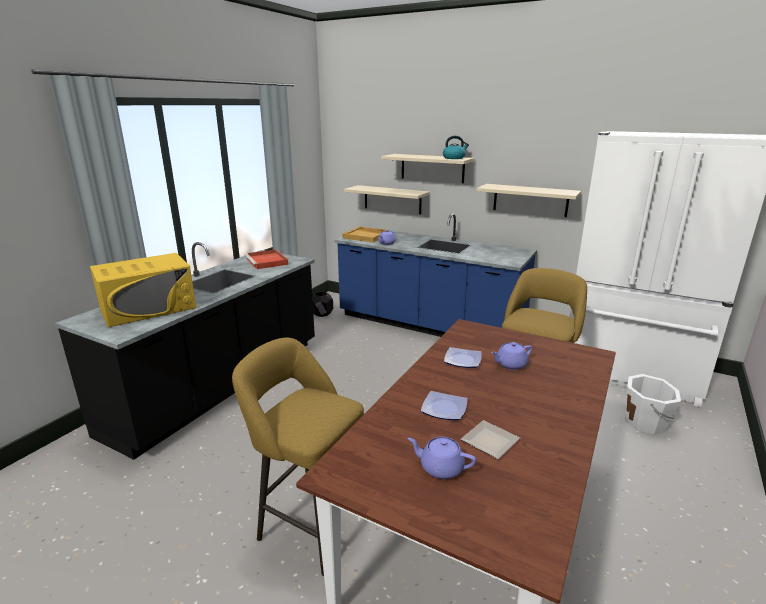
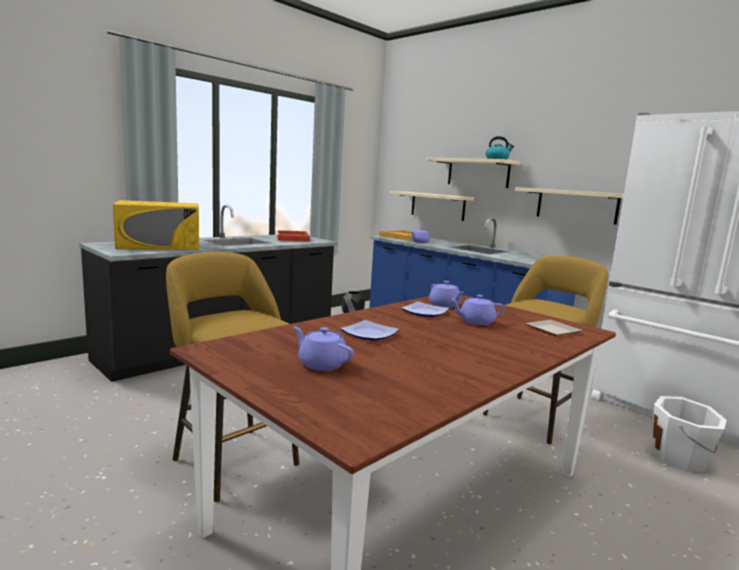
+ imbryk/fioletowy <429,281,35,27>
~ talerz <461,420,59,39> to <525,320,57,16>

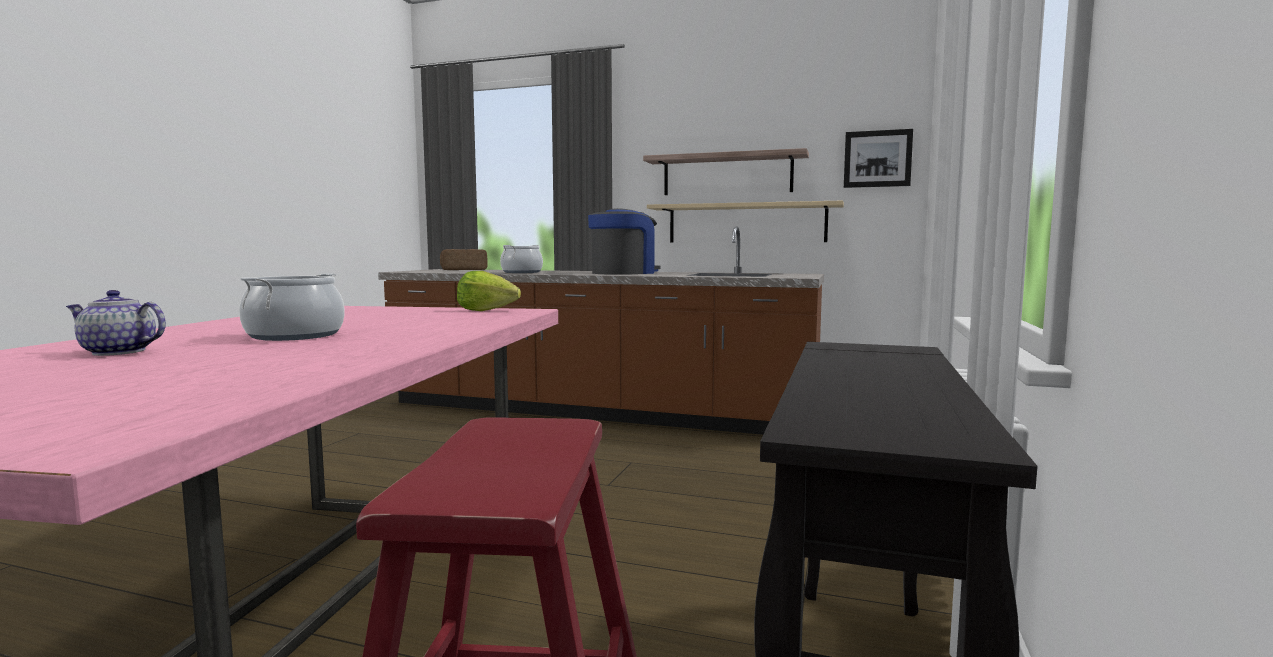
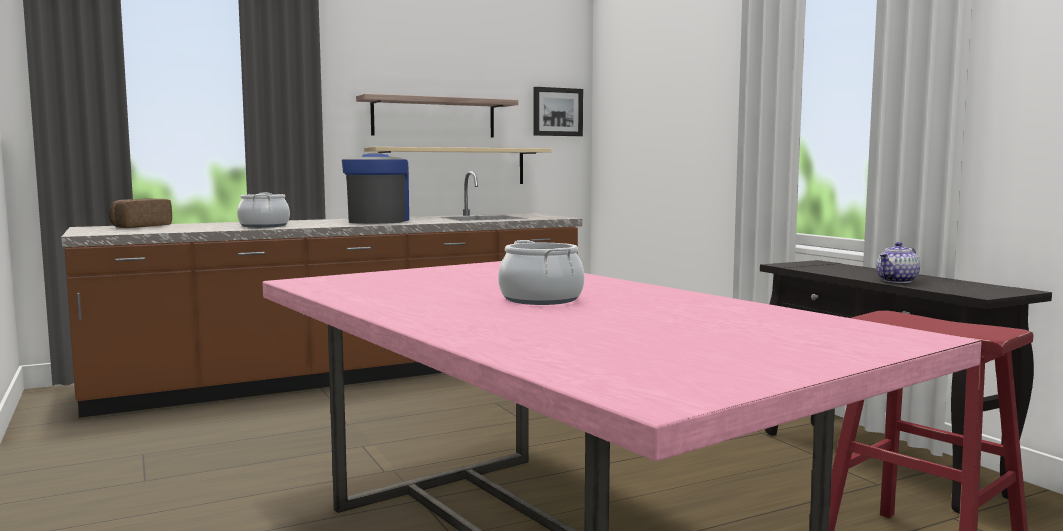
~ imbryk <66,290,100,66> to <876,242,44,41>
- sałata <457,271,64,40>

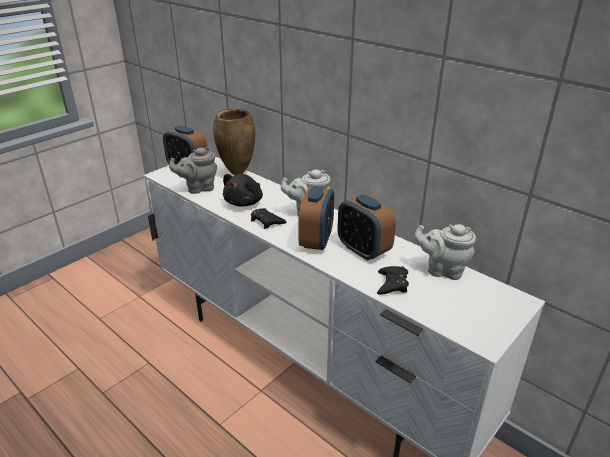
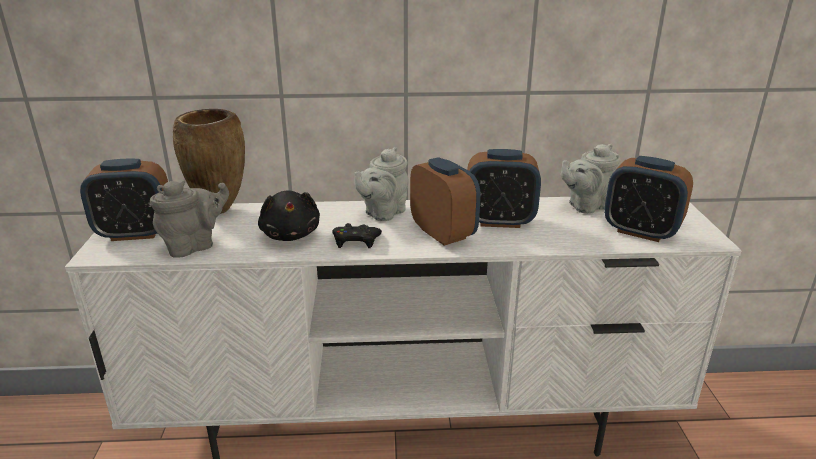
~ imbryk/szary <169,147,48,47> = <150,180,79,78> 150 degrees counterclockwise
+ budzik <604,156,89,86>
- pad do gier/czarny <377,266,32,29>

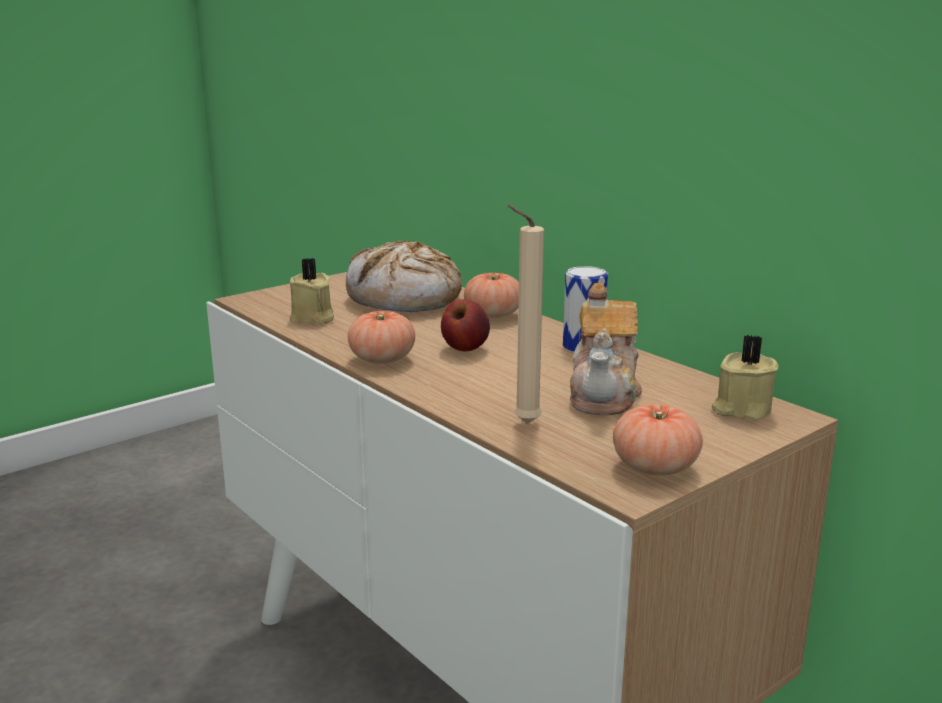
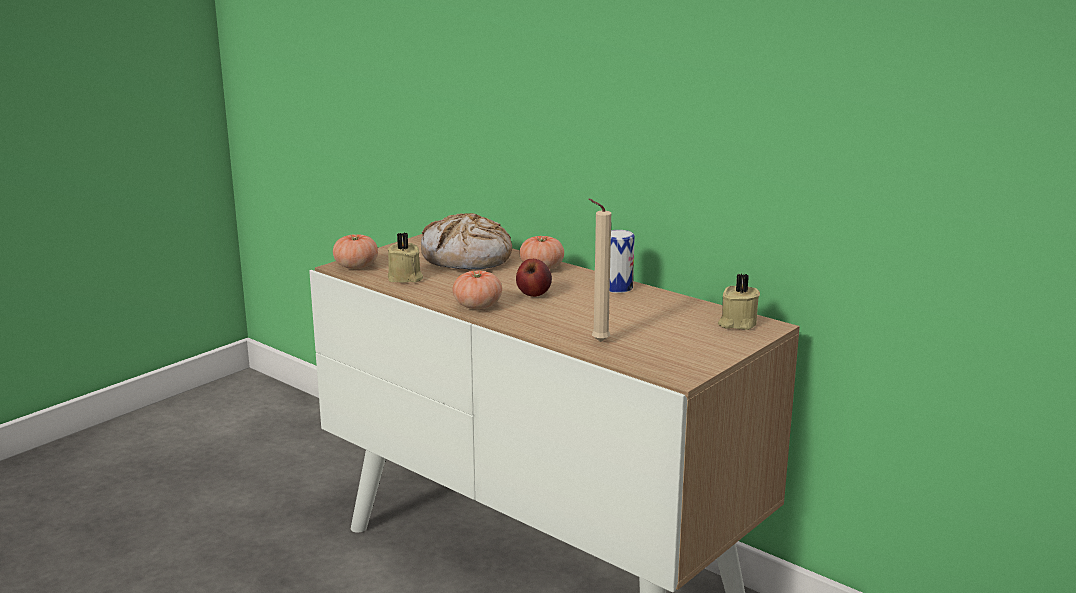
~ pomidor <613,404,90,72> to <333,234,45,35>
- imbryk <570,283,72,132>

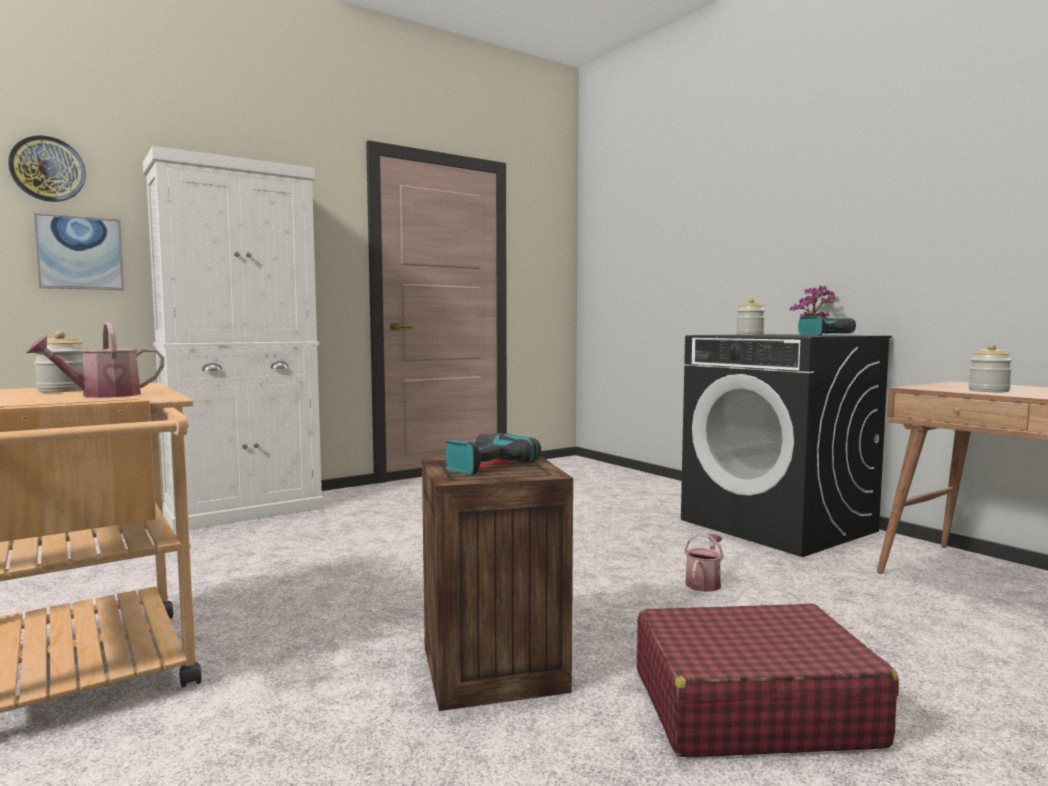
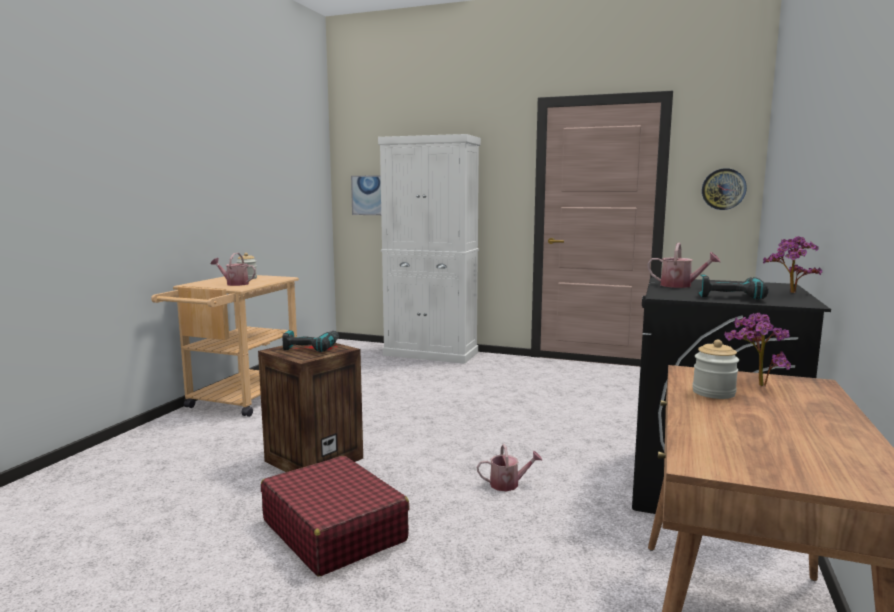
~ słoik <736,298,29,37> to konewka <648,243,72,45>
~ zegar ścienny <8,135,78,67> to <702,168,45,42>
+ roślina doniczkowa <724,313,67,74>

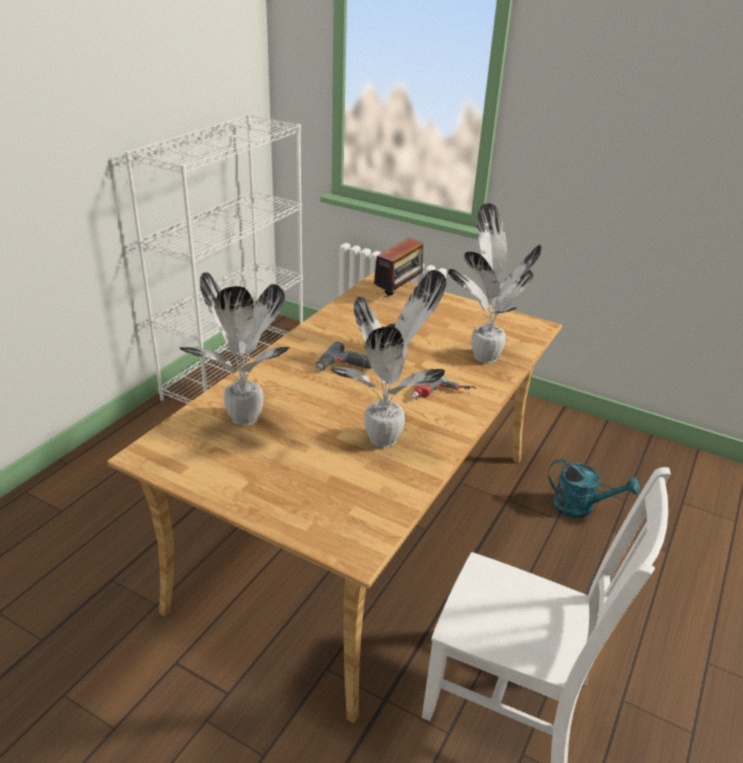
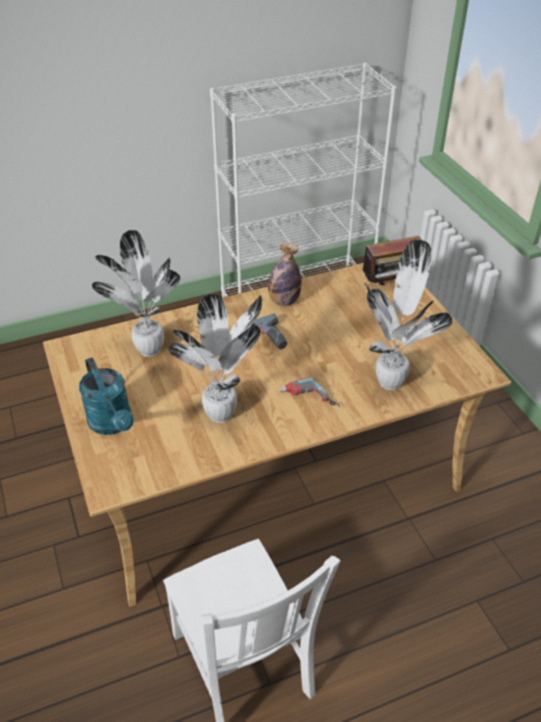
~ konewka/turkusowy <548,459,92,59> to <79,357,55,78>
+ butelka <268,243,33,63>

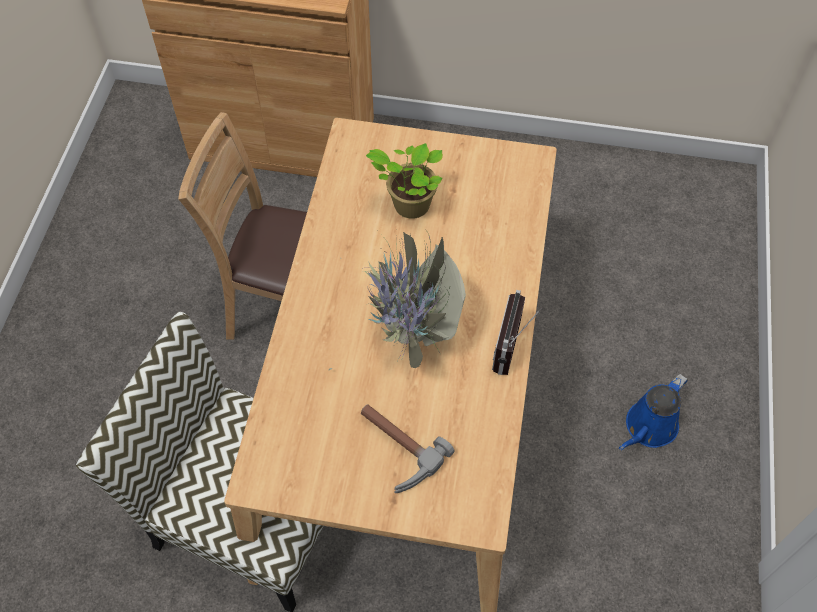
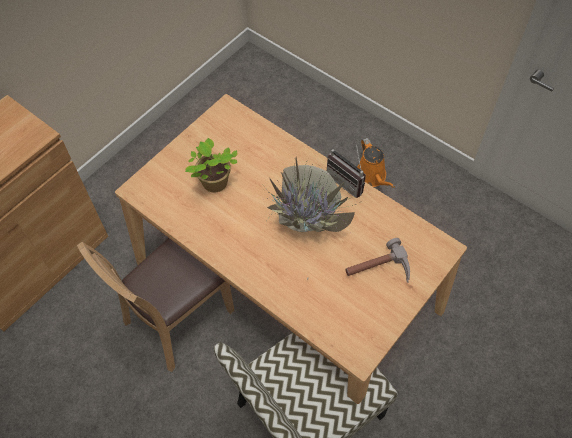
~ konewka/niebieski <619,374,69,76> to konewka/pomarańczowy <357,138,38,50>

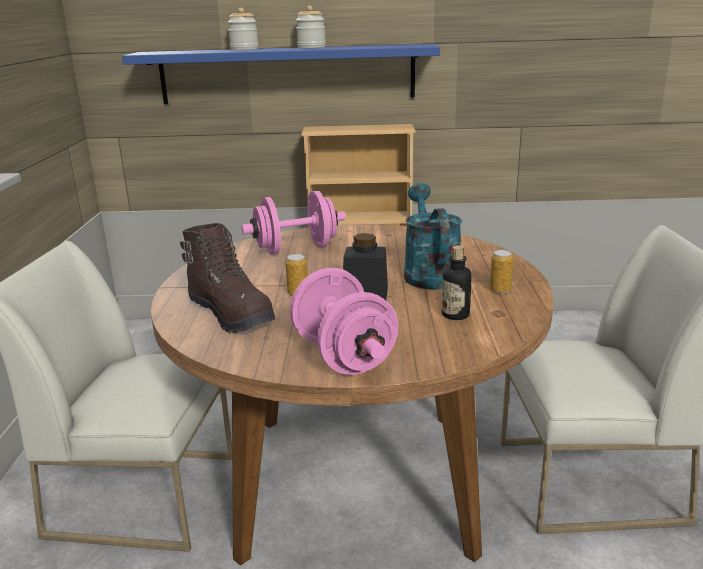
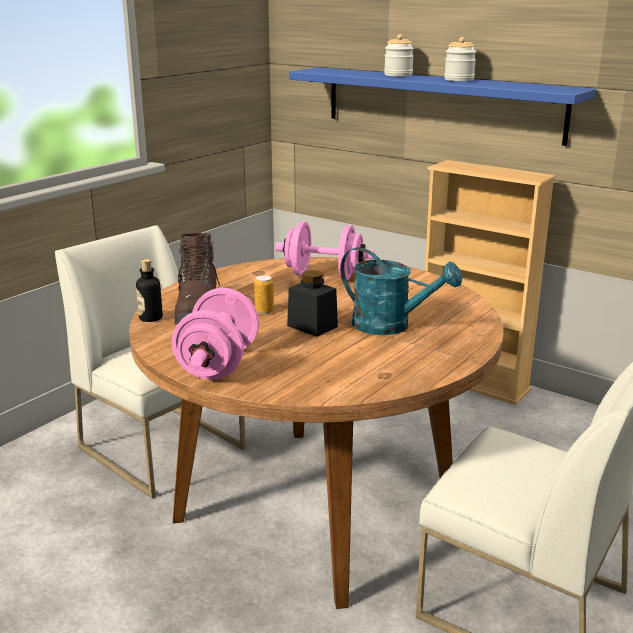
~ butelka <442,246,30,74> to <136,259,27,63>
~ konewka/turkusowy <404,183,58,107> = <340,247,122,88> 90 degrees clockwise
- puszka <490,250,24,44>

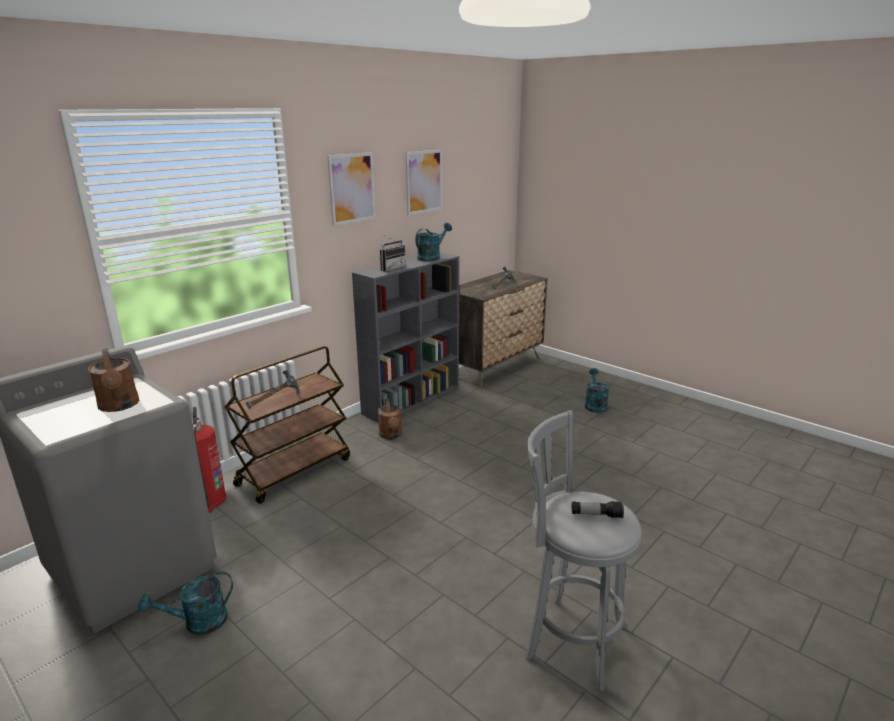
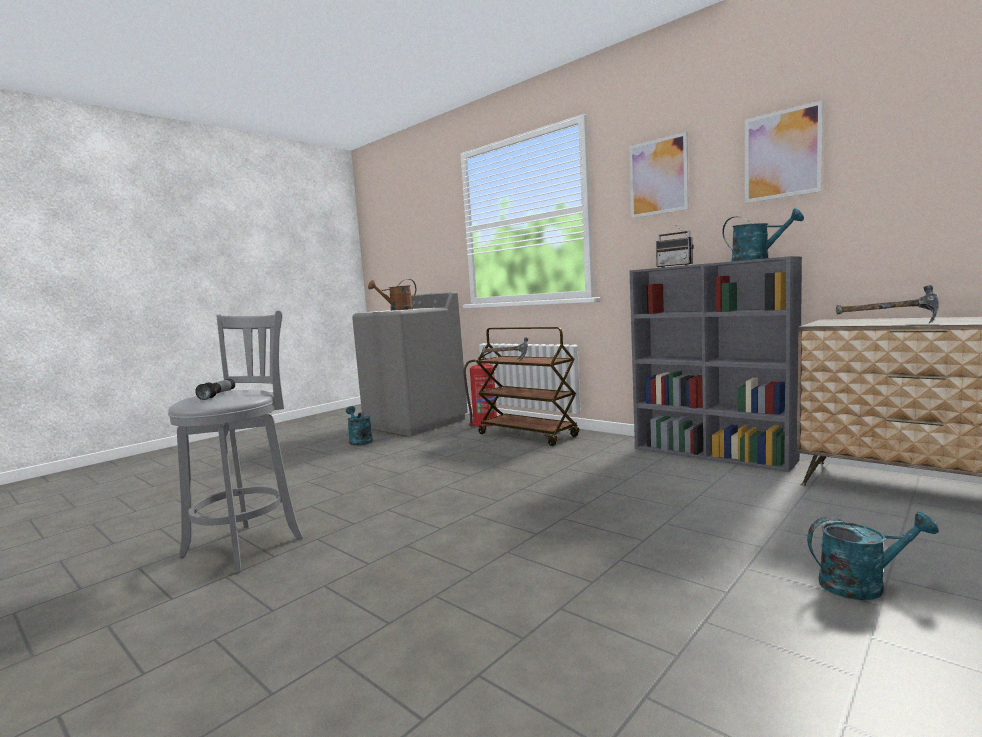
- konewka/brązowy <378,398,24,41>

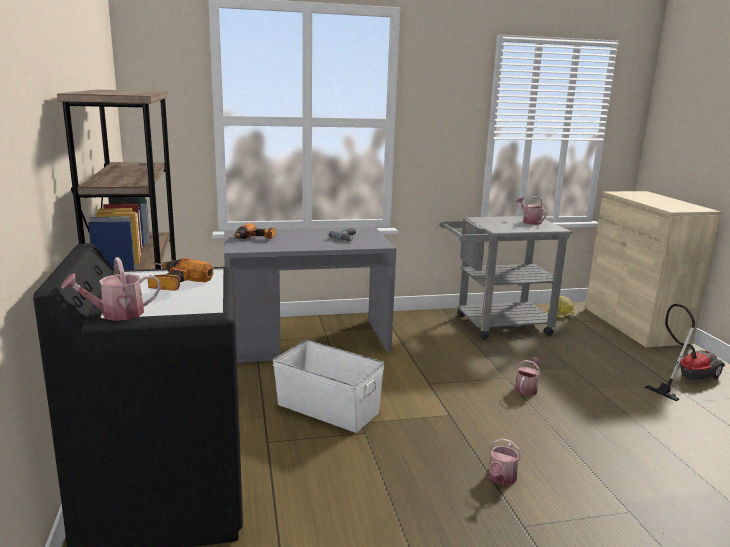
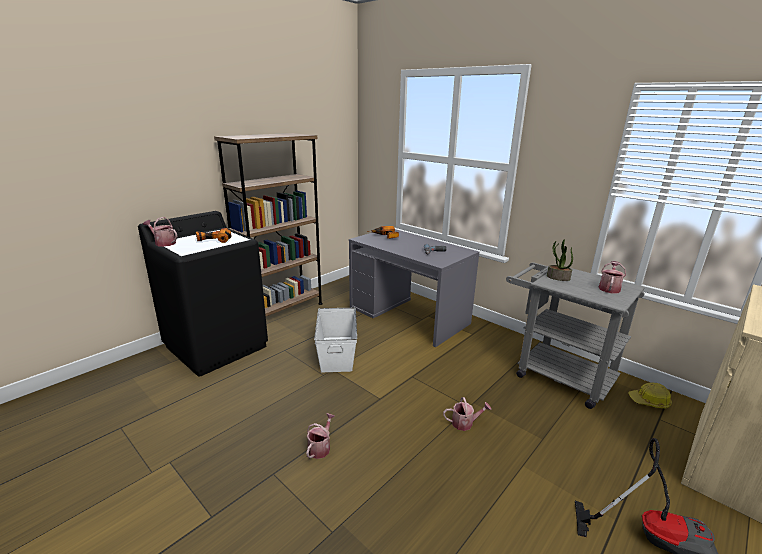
~ konewka <488,438,33,47> = <306,413,29,46> 120 degrees clockwise
+ roślina doniczkowa <547,239,26,42>

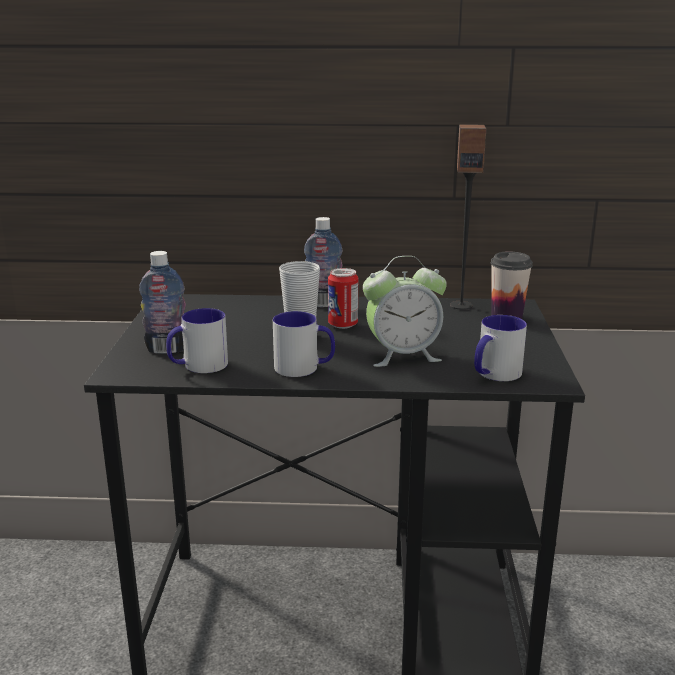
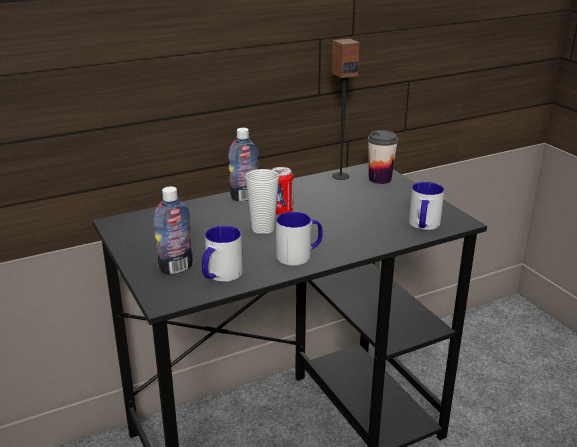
- budzik <363,256,84,111>

